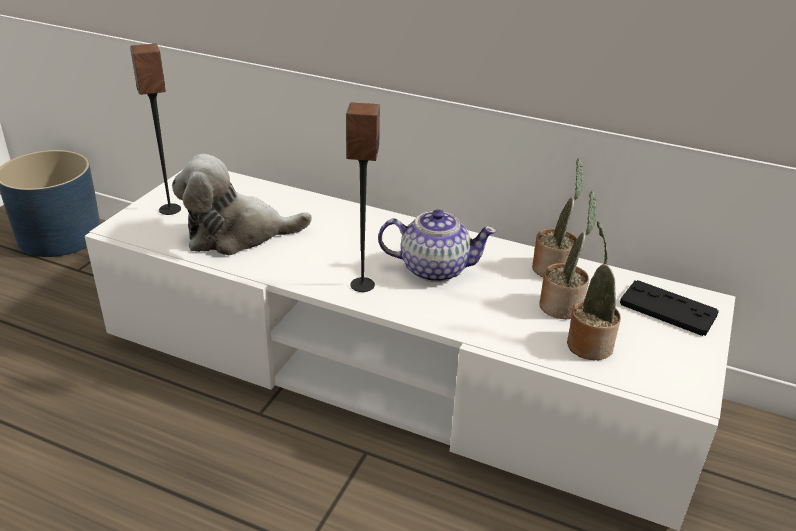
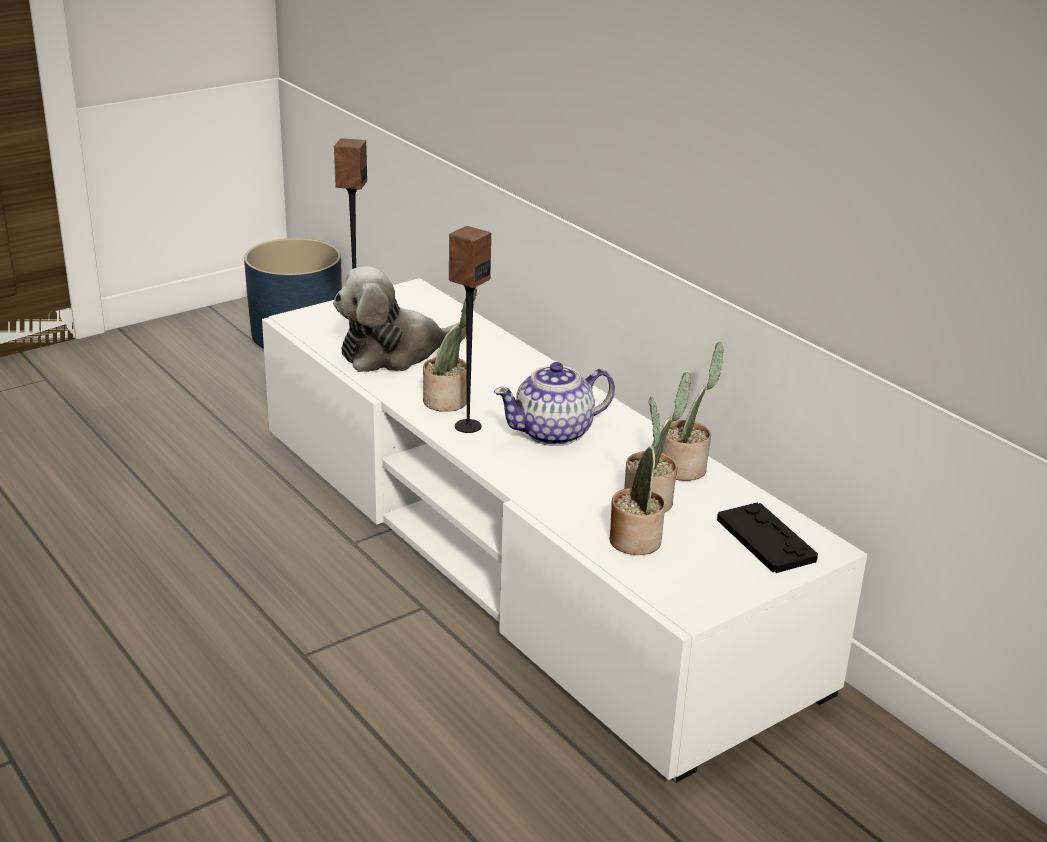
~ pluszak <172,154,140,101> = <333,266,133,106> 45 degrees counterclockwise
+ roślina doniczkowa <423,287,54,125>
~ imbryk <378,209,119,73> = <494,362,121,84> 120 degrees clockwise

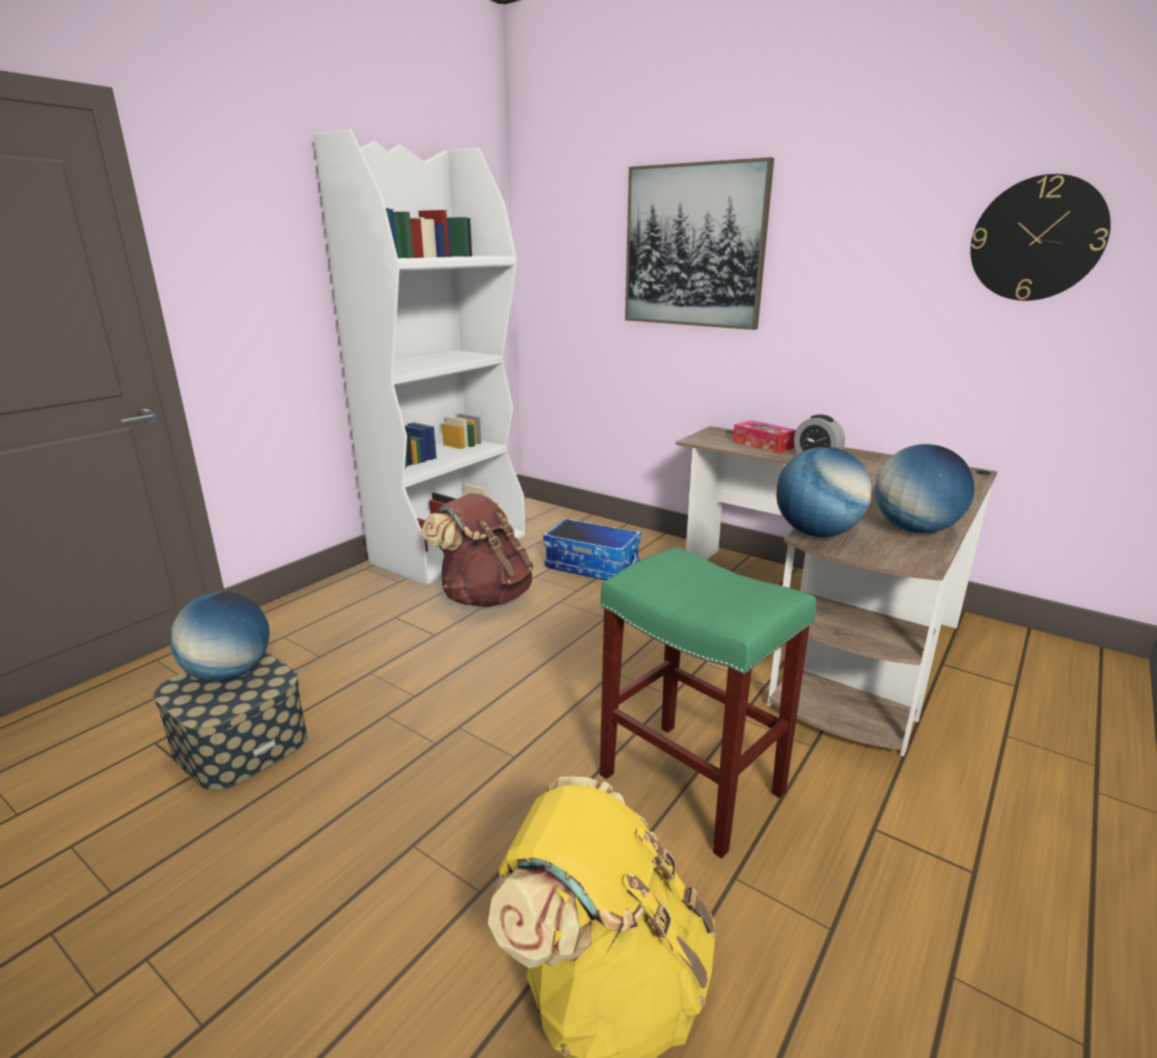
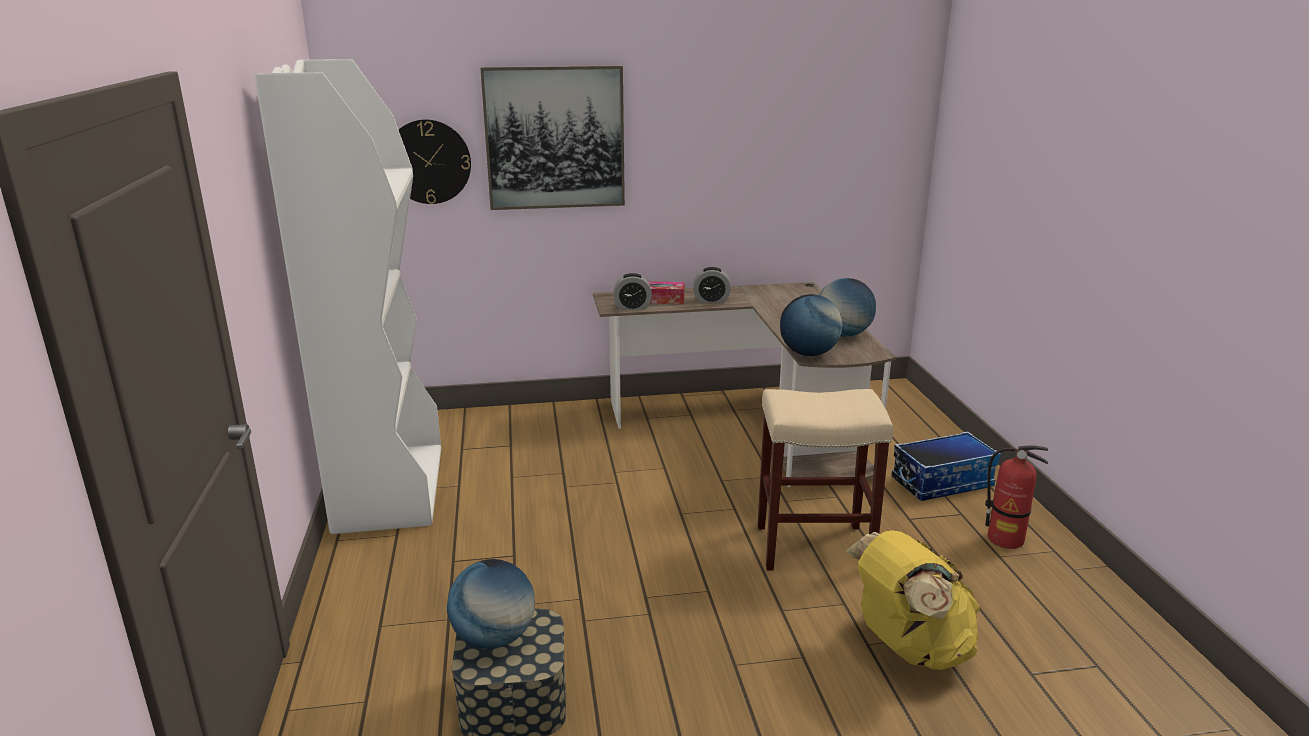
~ zegar ścienny <970,174,141,127> to <399,120,72,84>
+ budzik <613,273,39,37>
~ stołek/zielony <600,547,216,312> to stołek/beżowy <758,389,135,182>
~ pojemnik do przechowywania <543,518,98,62> to <891,431,110,70>
+ gaśnica <985,445,63,104>
- plecak/brązowy <421,493,112,114>

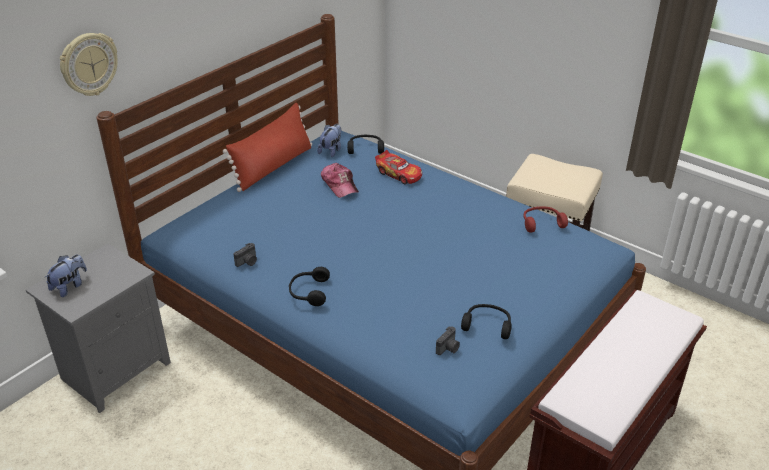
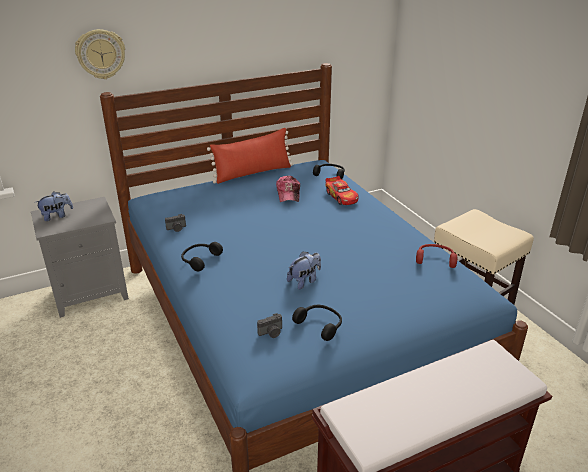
~ pluszak <317,124,24,33> to <287,251,34,39>

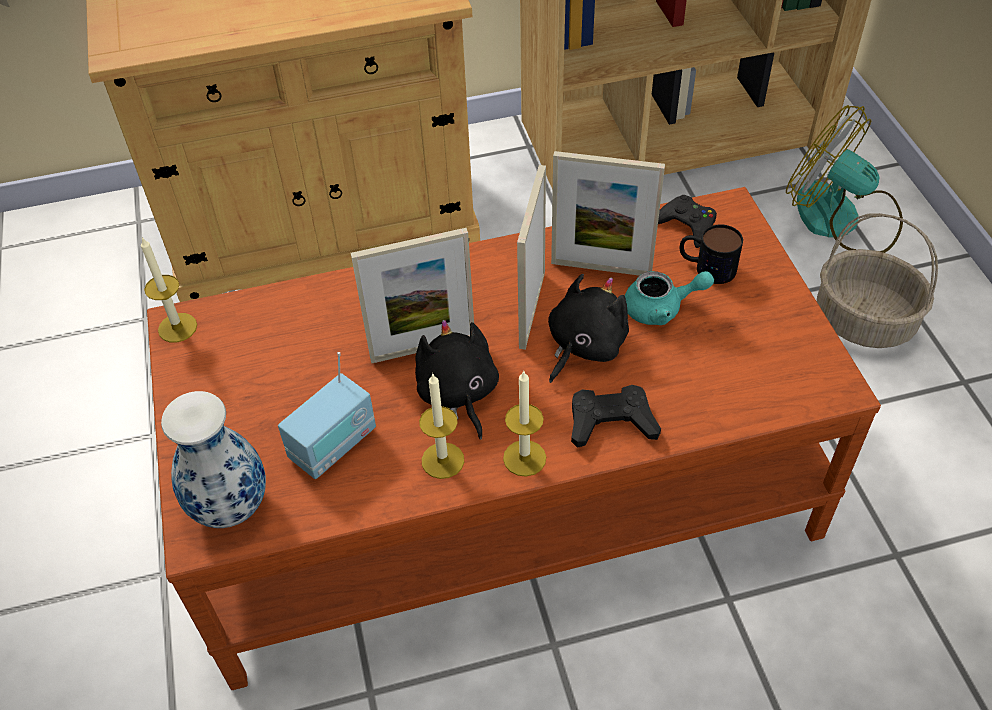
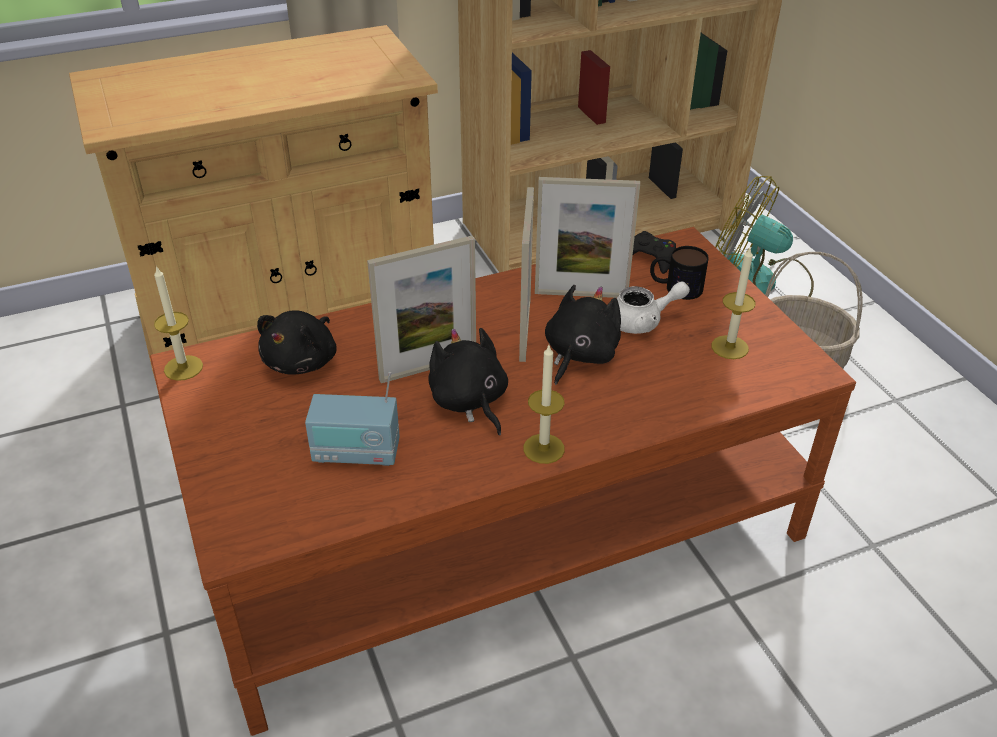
+ pluszak/czarny <257,310,80,65>
~ radio <278,352,98,127> = <305,372,95,94> 60 degrees clockwise
~ imbryk/turkusowy <625,271,89,54> to imbryk/biały <617,281,73,53>
~ świeca <419,373,45,106> to <712,246,44,113>
- wazon <161,391,105,137>
- pad do gier/czarny <571,385,90,63>

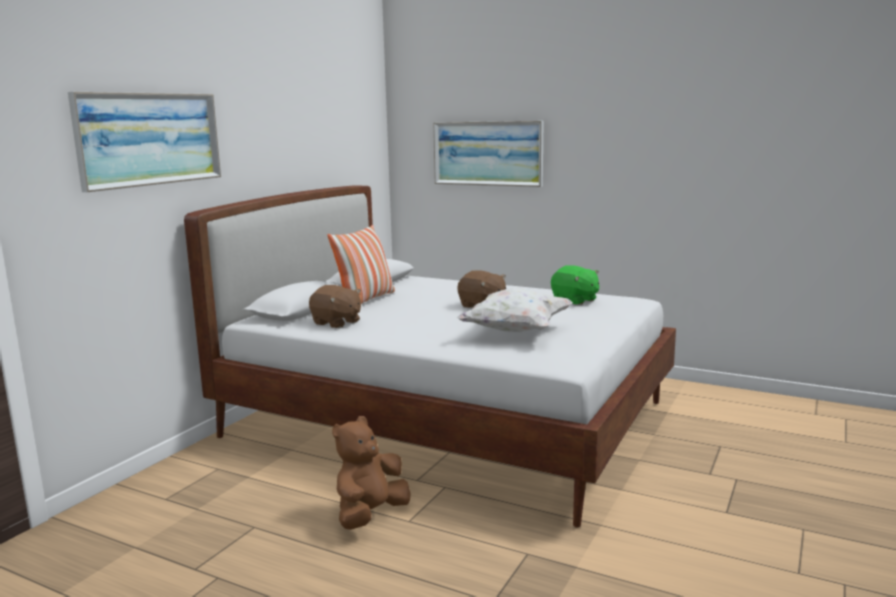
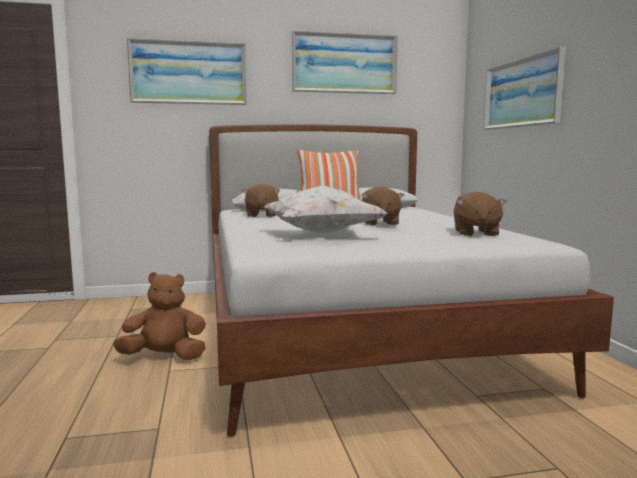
+ obraz <292,30,106,64>
~ pluszak/zielony <551,265,48,40> to pluszak/brązowy <454,191,53,45>

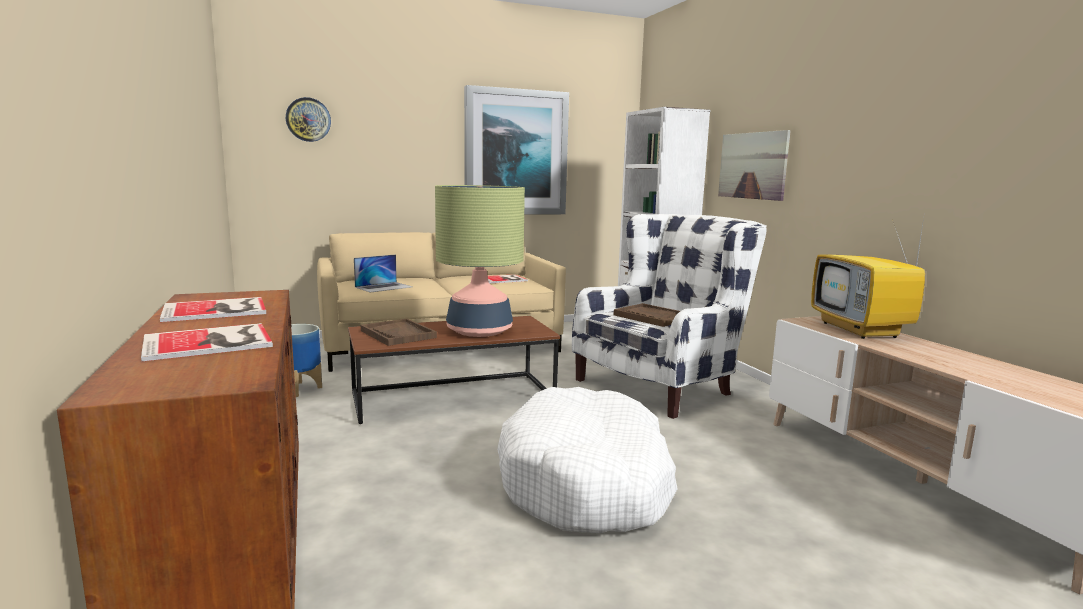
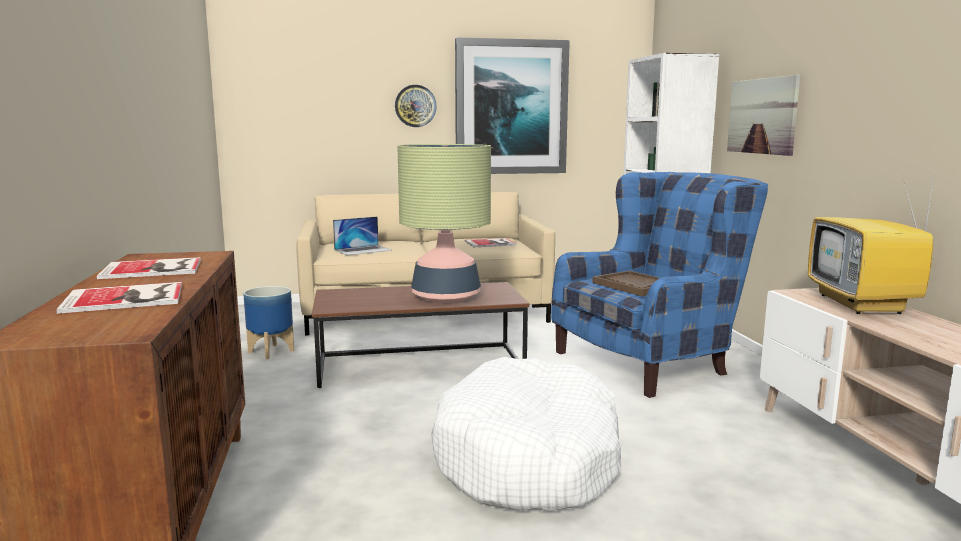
~ zegar ścienny <286,97,45,45> to <395,85,42,42>
~ fotel/biały <572,214,195,205> to fotel/niebieski <551,172,217,226>
- taca/brązowy <361,319,76,27>

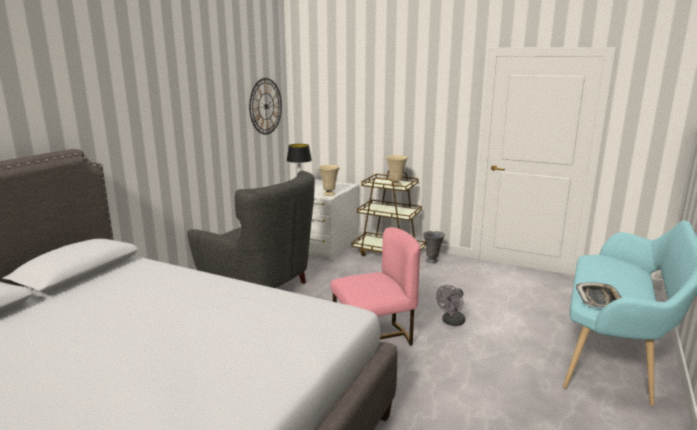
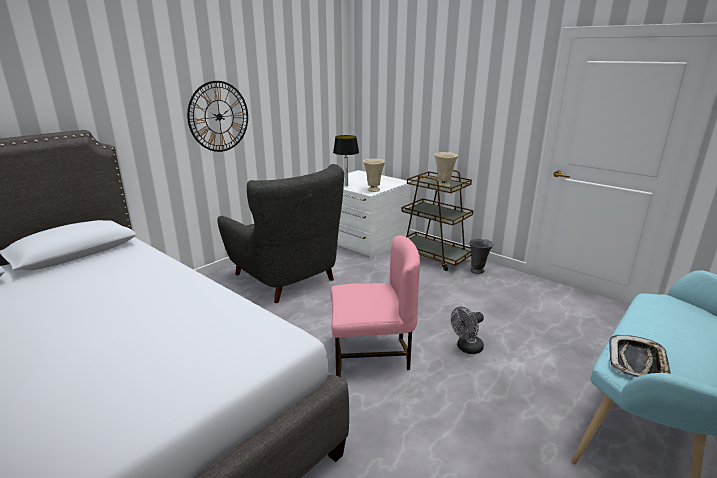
~ zegar ścienny <249,78,33,57> to <187,81,61,71>

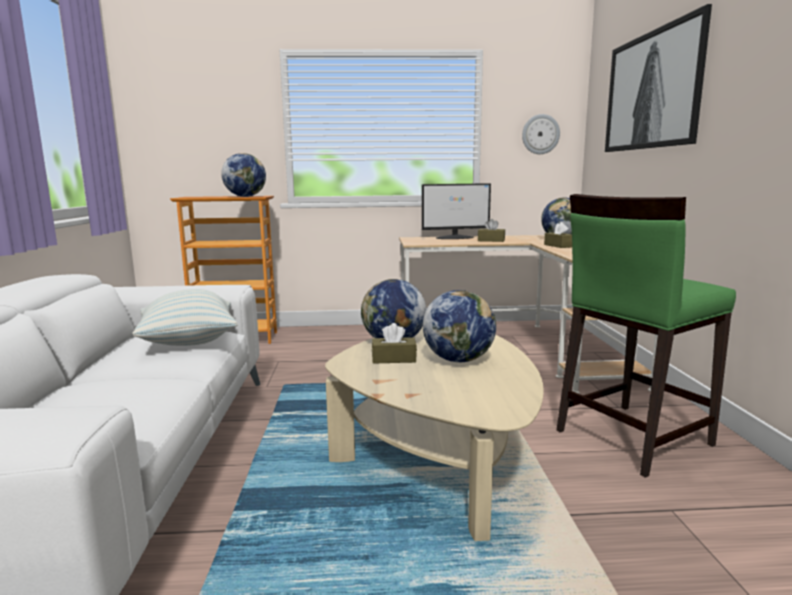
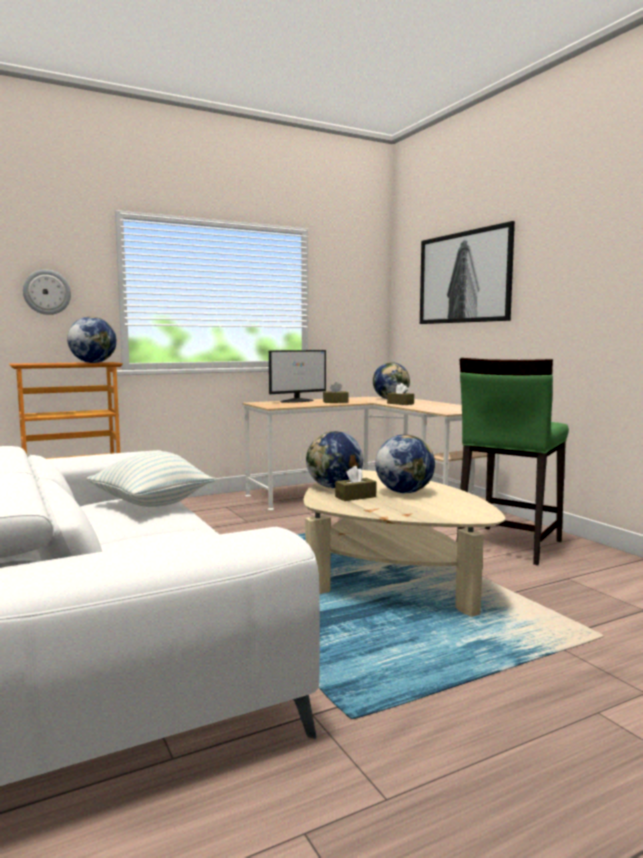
~ zegar ścienny <522,114,38,40> to <23,270,48,45>

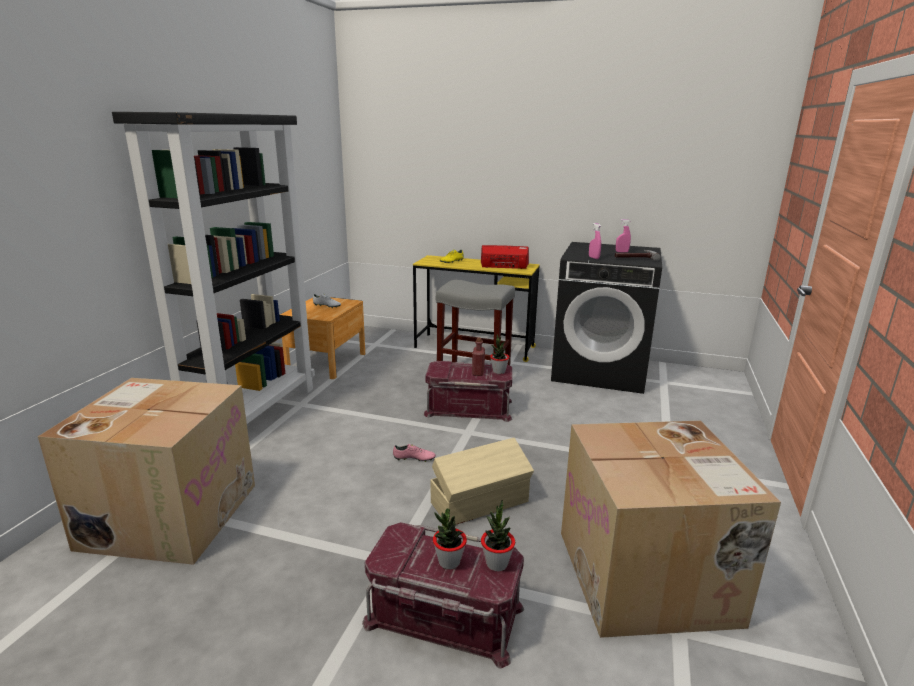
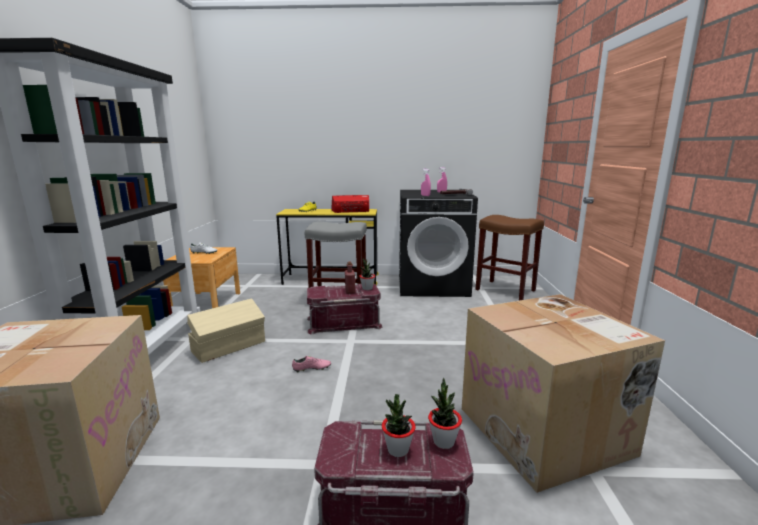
~ pojemnik do przechowywania/beżowy <431,438,103,87> to <187,298,78,65>
+ stołek/brązowy <475,215,69,85>

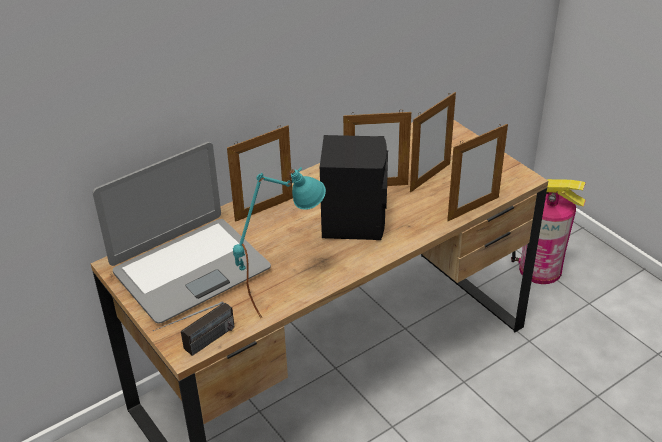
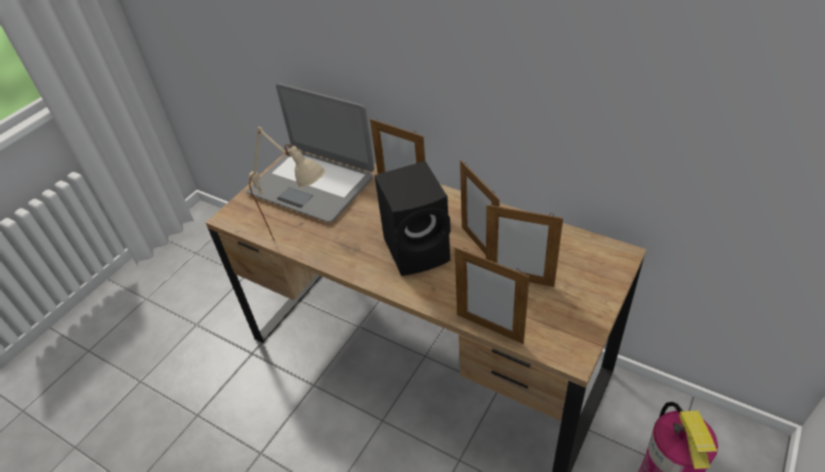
~ lampa stołowa/turkusowy <233,167,93,151> to lampa stołowa/beżowy <249,127,77,114>
- radio <153,302,82,54>

